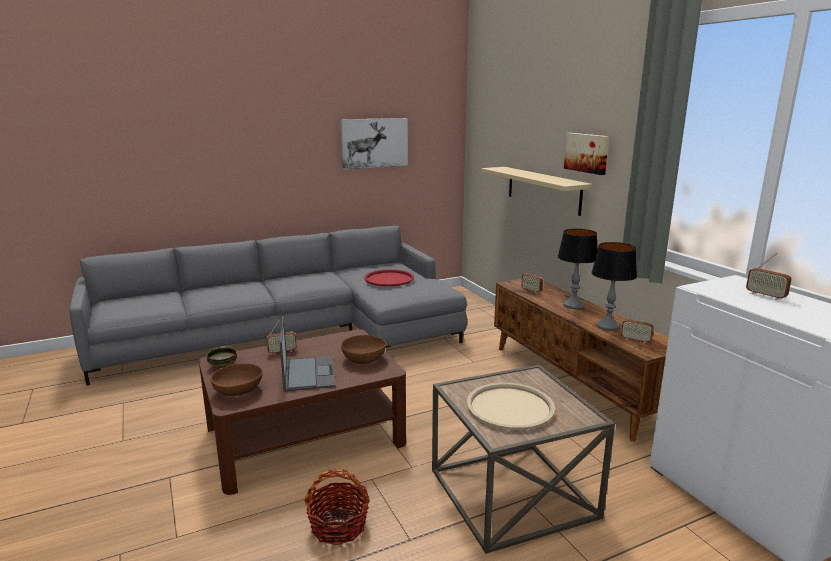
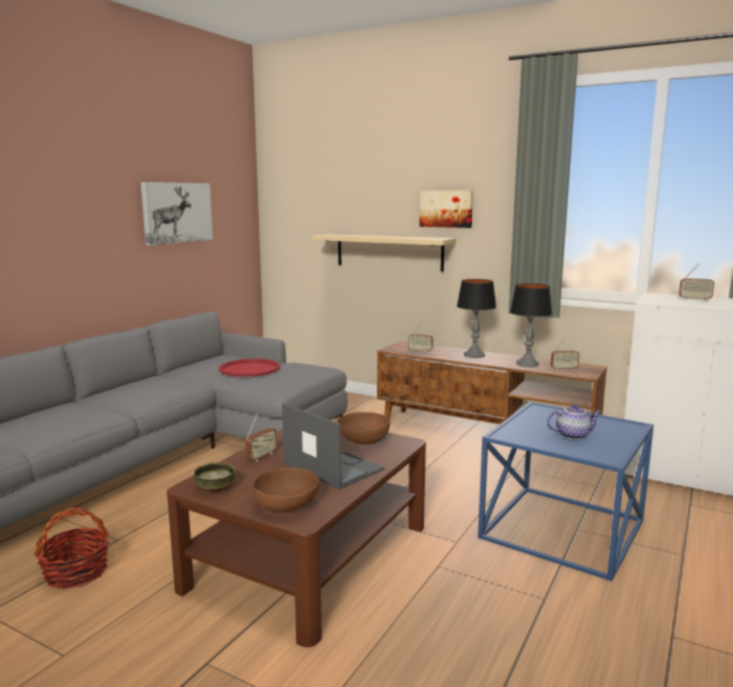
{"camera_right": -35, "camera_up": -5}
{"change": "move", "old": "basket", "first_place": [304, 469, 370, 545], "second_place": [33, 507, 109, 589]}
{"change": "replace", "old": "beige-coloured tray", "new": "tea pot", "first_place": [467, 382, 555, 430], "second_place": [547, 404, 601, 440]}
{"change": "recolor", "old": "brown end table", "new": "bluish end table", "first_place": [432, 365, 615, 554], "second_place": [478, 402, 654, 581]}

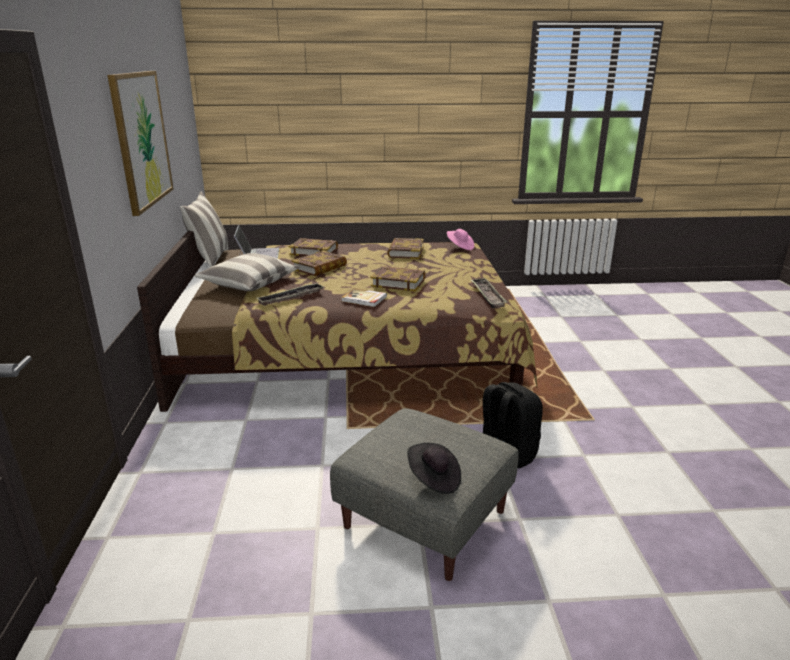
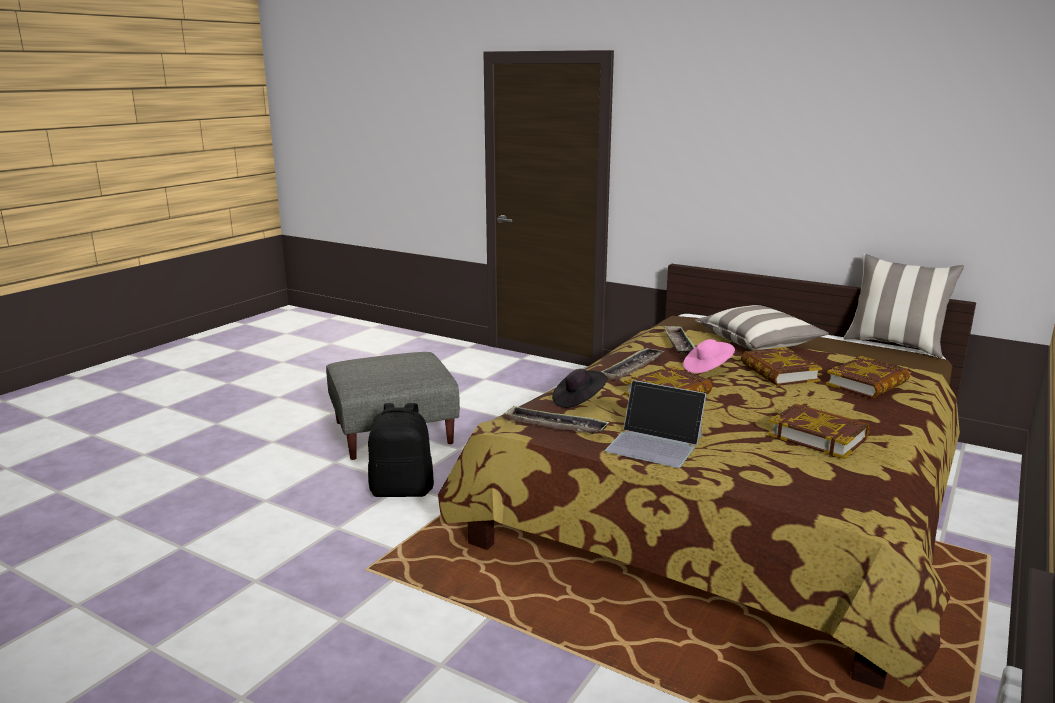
{"camera_right": 125, "camera_up": -5}
{"change": "delete", "old": "picture", "first_place": [107, 71, 174, 216]}
{"change": "move", "old": "portable computer", "first_place": [234, 225, 279, 259], "second_place": [605, 380, 706, 468]}
{"change": "move", "old": "black-coloured clothing hat", "first_place": [407, 443, 461, 494], "second_place": [552, 369, 607, 408]}
{"change": "move", "old": "pinkish clothing hat", "first_place": [447, 229, 474, 250], "second_place": [683, 339, 735, 373]}
{"change": "replace", "old": "volume", "new": "tray", "first_place": [341, 288, 387, 307], "second_place": [601, 348, 664, 381]}

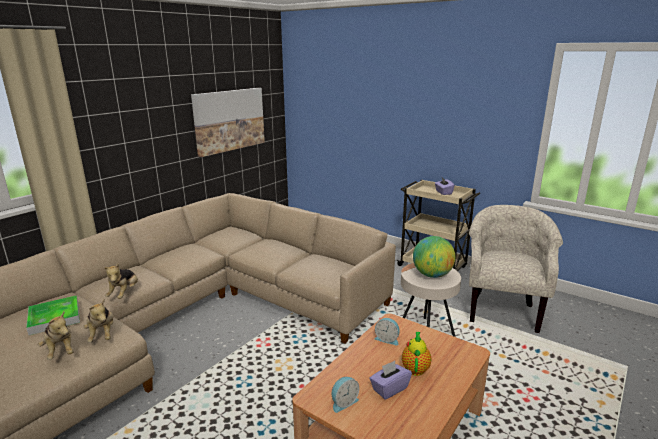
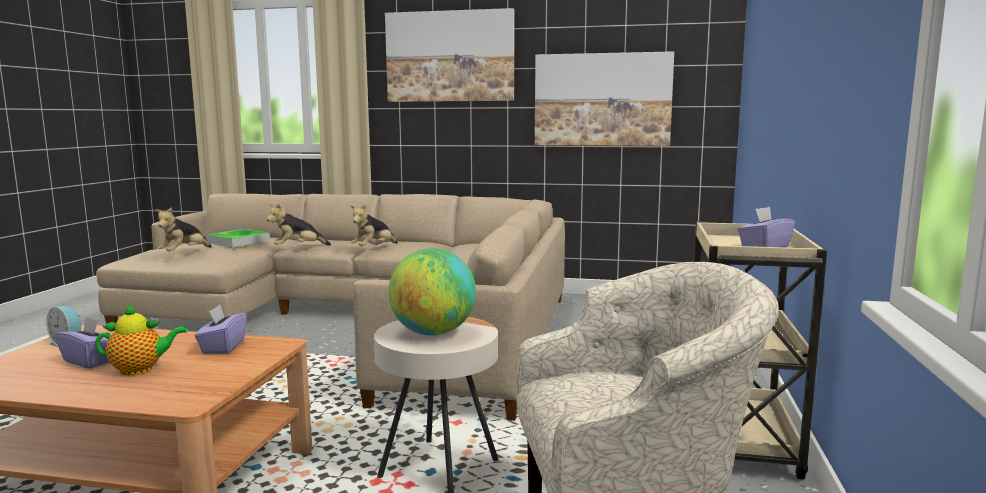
{"camera_right": 65, "camera_up": -10}
{"change": "insert", "new": "picture", "second_place": [385, 8, 514, 102]}
{"change": "move", "old": "plush toy", "first_place": [84, 299, 113, 342], "second_place": [350, 204, 398, 246]}
{"change": "replace", "old": "table clock", "new": "purple box of tissues", "first_place": [375, 318, 400, 345], "second_place": [195, 305, 247, 354]}

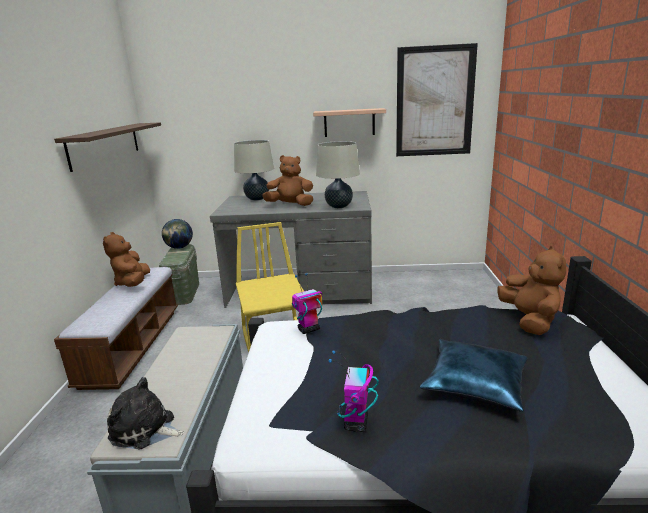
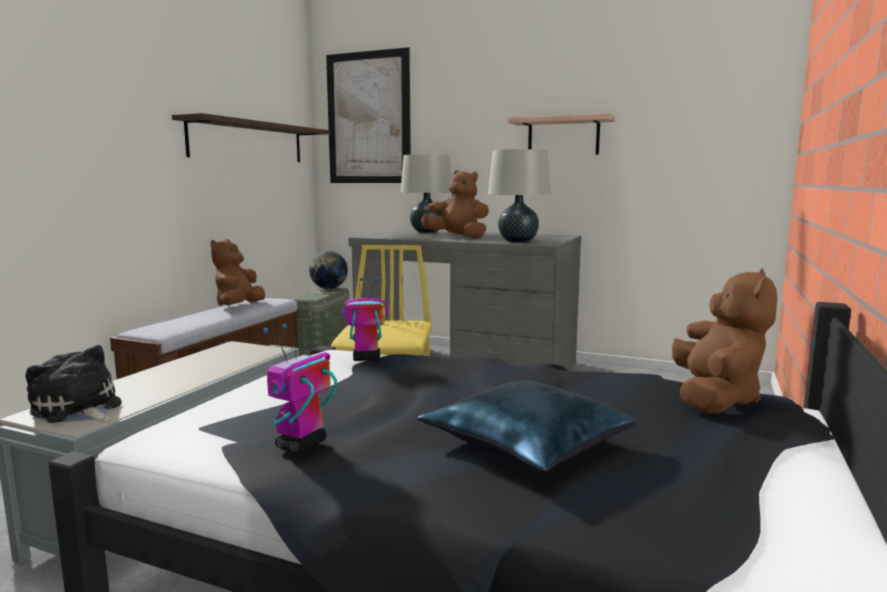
{"camera_right": 20, "camera_up": -10}
{"change": "move", "old": "picture", "first_place": [396, 43, 478, 156], "second_place": [326, 47, 411, 183]}

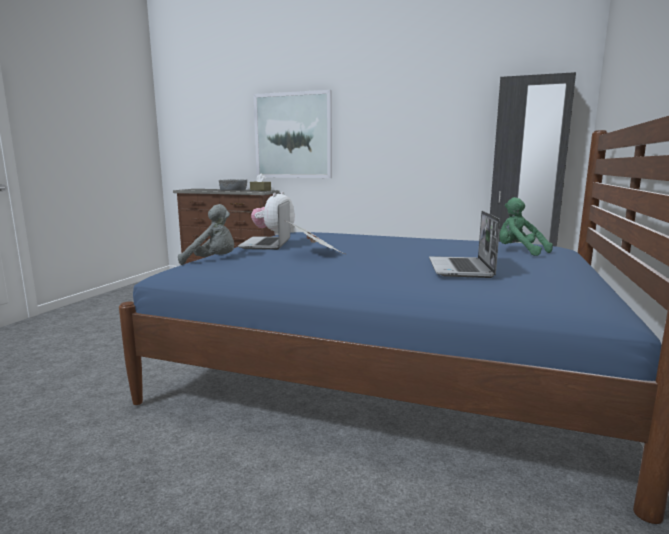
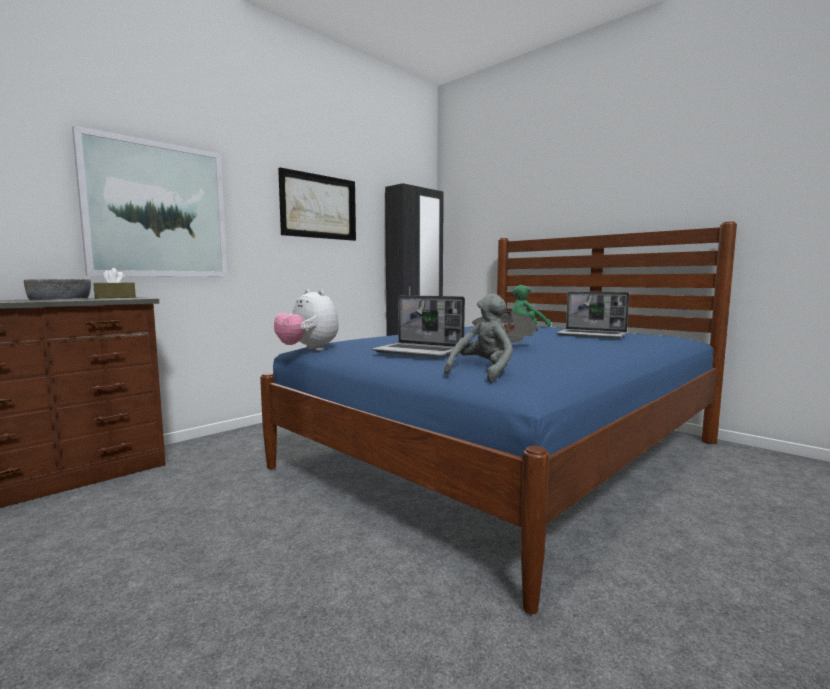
{"camera_right": -65, "camera_up": -5}
{"change": "insert", "new": "picture", "second_place": [278, 168, 356, 241]}

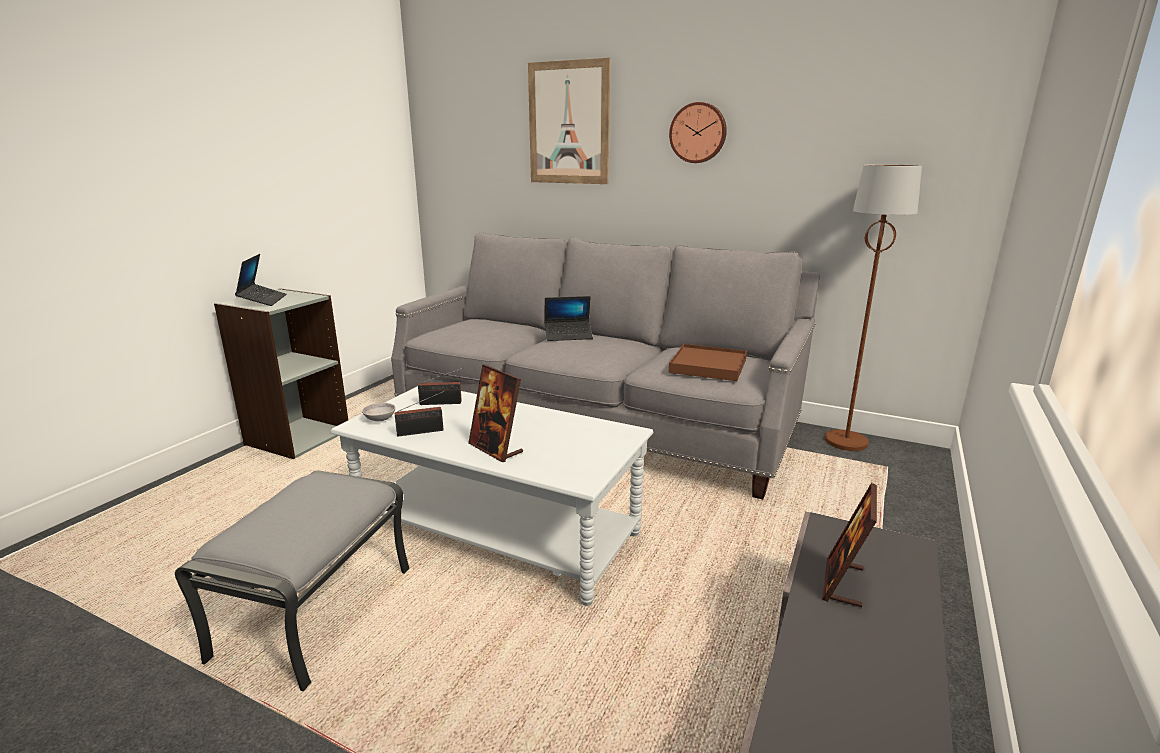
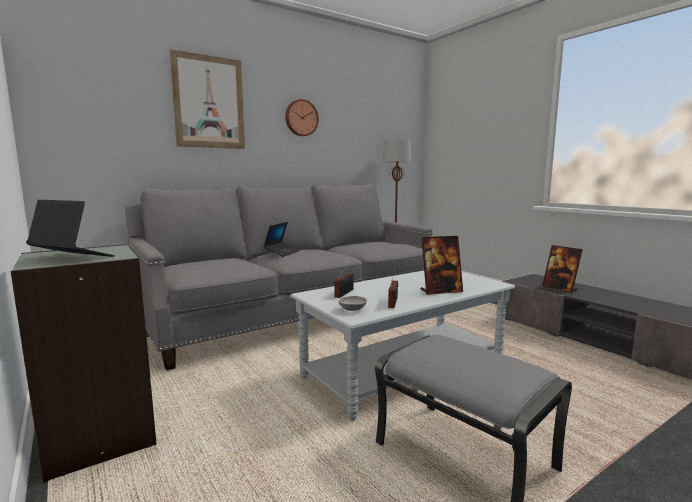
{"camera_right": -60, "camera_up": -10}
{"change": "delete", "old": "brown tray", "first_place": [669, 344, 747, 381]}

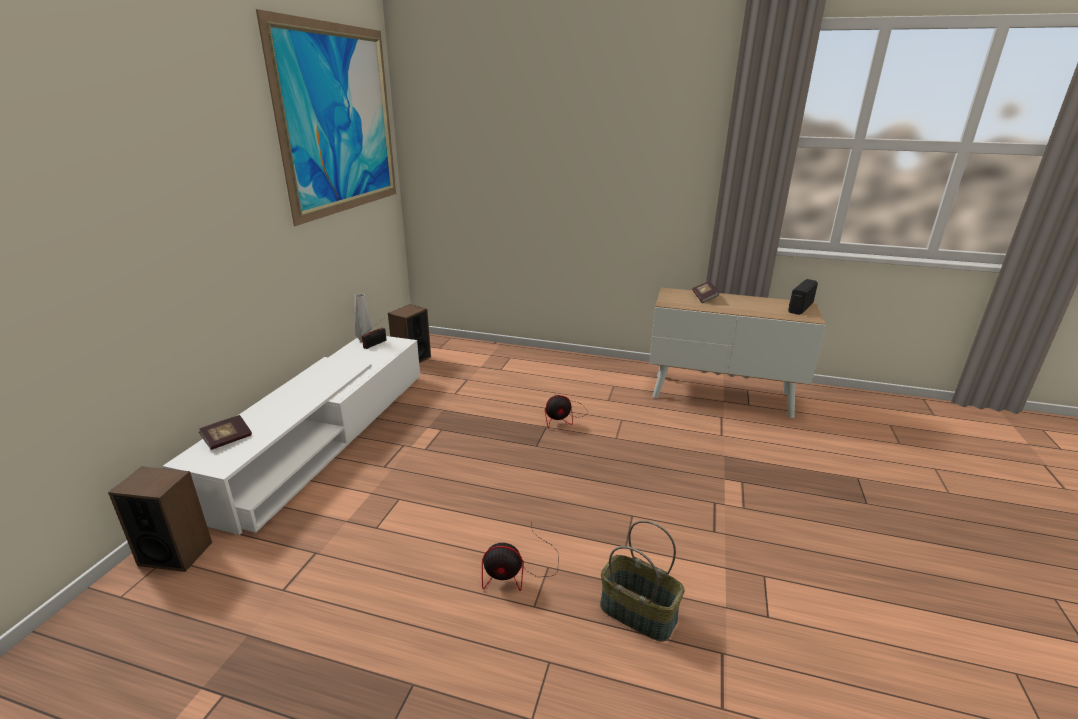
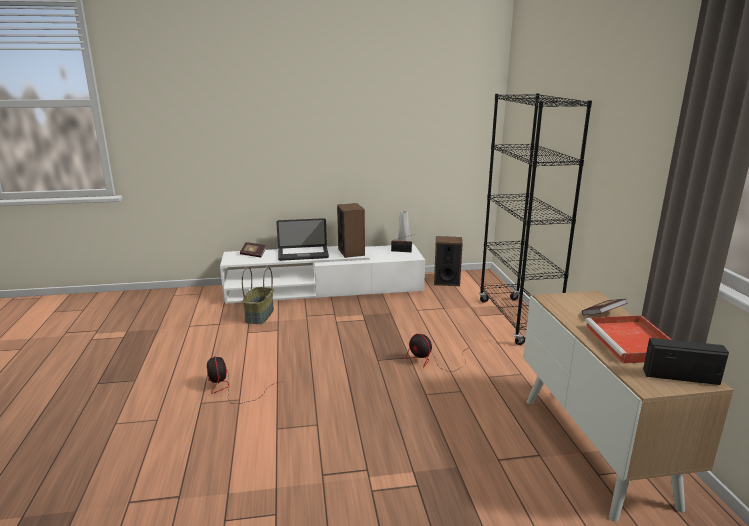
{"camera_right": 65, "camera_up": -5}
{"change": "delete", "old": "picture", "first_place": [256, 9, 396, 226]}
{"change": "insert", "new": "portable computer", "second_place": [276, 218, 329, 261]}
{"change": "insert", "new": "black-coloured bookcase", "second_place": [479, 93, 592, 345]}
{"change": "insert", "new": "red-coloured tray", "second_place": [585, 315, 672, 364]}
{"change": "move", "old": "loudspeaker", "first_place": [108, 466, 212, 572], "second_place": [337, 203, 365, 258]}
{"change": "move", "old": "basket", "first_place": [600, 520, 685, 642], "second_place": [242, 266, 274, 324]}

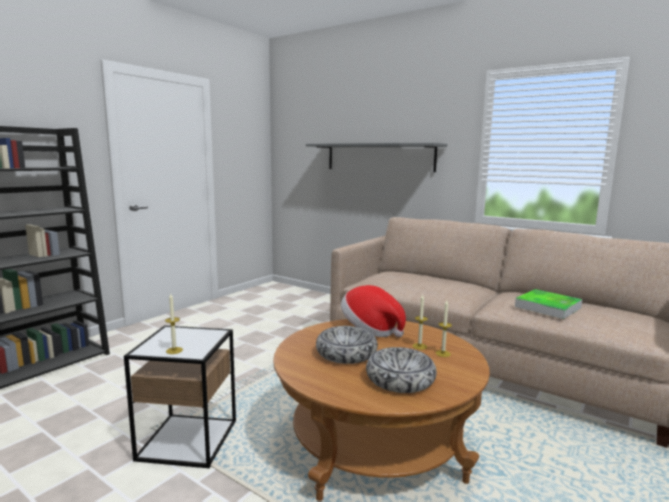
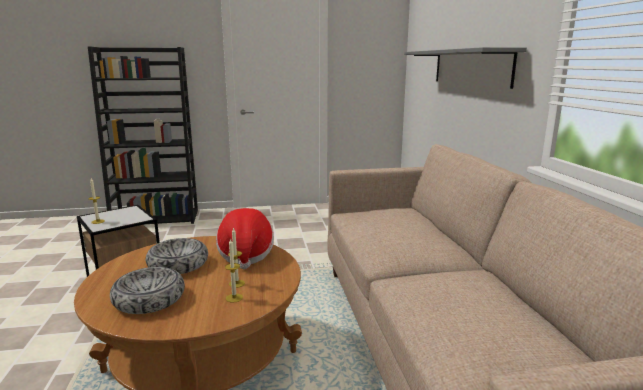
{"camera_right": 45, "camera_up": 5}
{"change": "delete", "old": "tray", "first_place": [515, 289, 582, 319]}

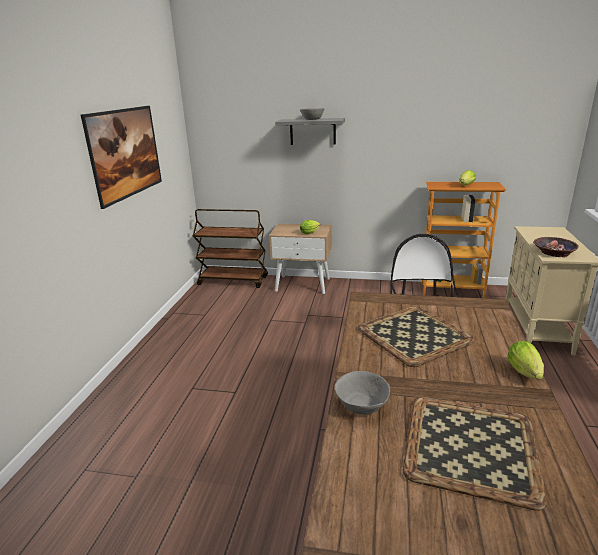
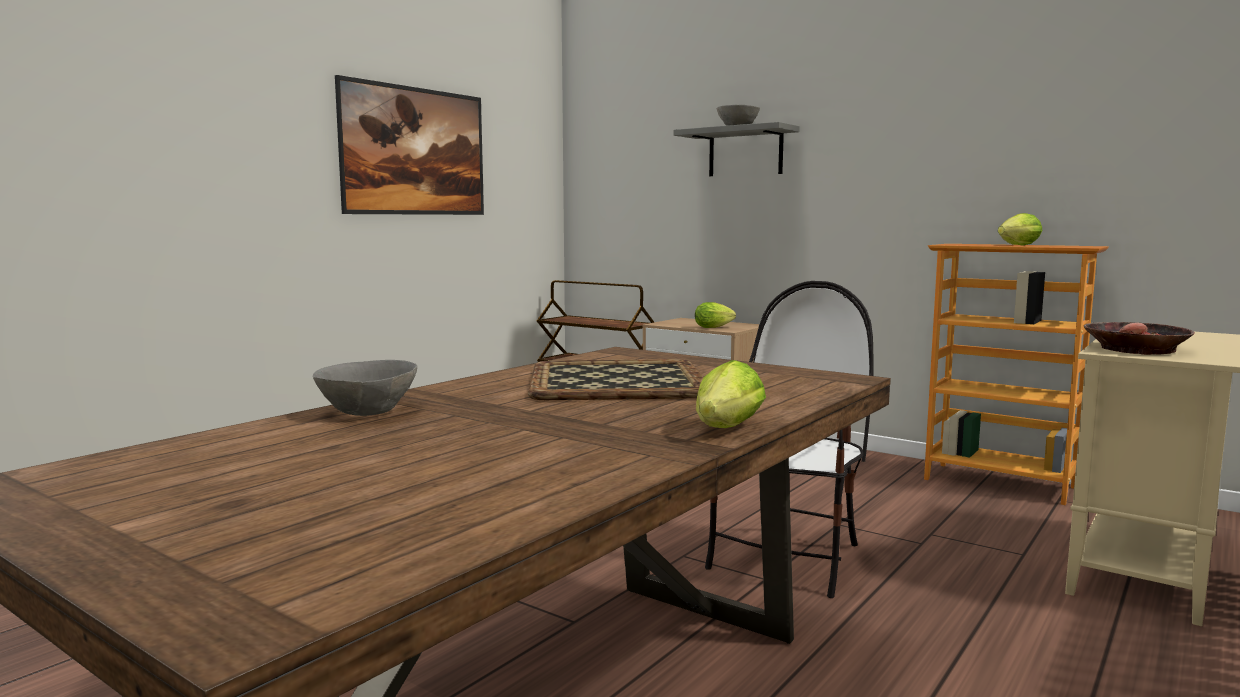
{"camera_right": 25, "camera_up": -15}
{"change": "delete", "old": "tray", "first_place": [403, 397, 547, 511]}

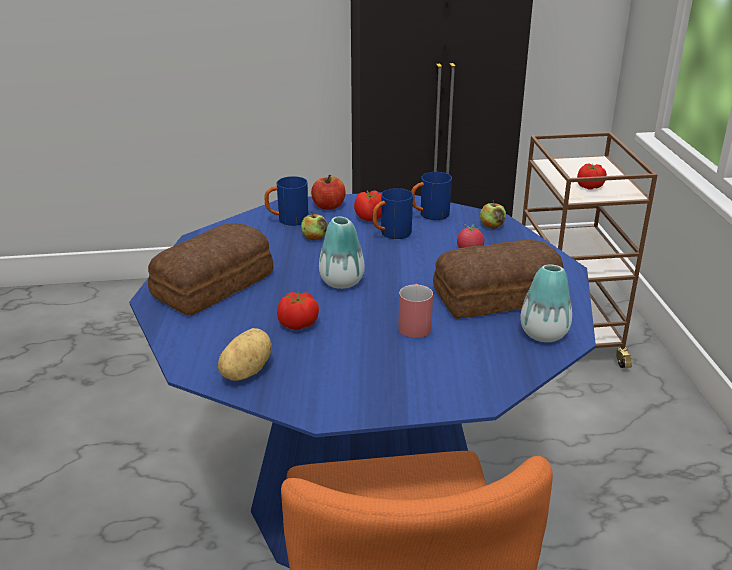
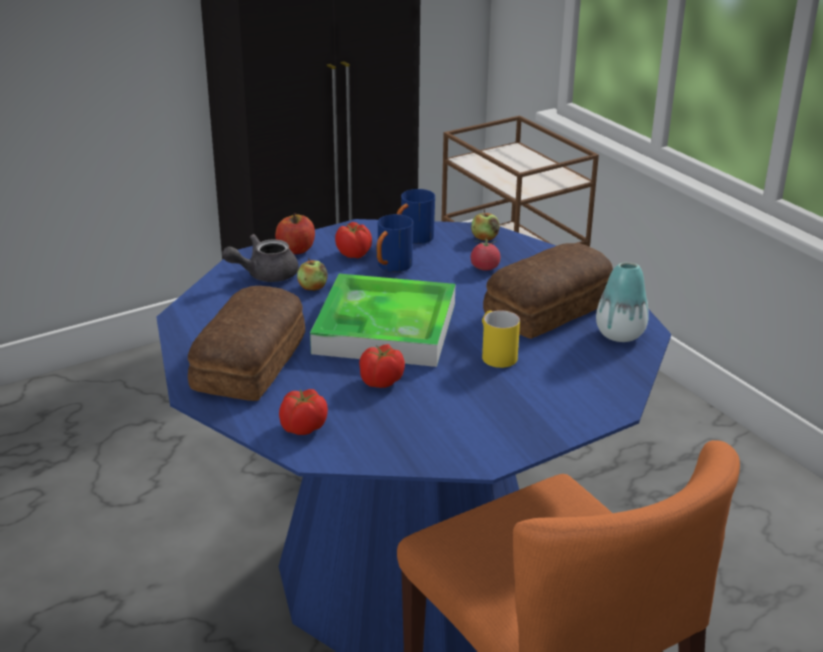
{"camera_right": -25, "camera_up": 0}
{"change": "delete", "old": "whole potato", "first_place": [218, 328, 272, 381]}
{"change": "move", "old": "tomato", "first_place": [577, 163, 607, 190], "second_place": [279, 389, 328, 435]}
{"change": "replace", "old": "bluish tea mug", "new": "grey tea pot", "first_place": [264, 176, 308, 226], "second_place": [222, 234, 299, 282]}
{"change": "replace", "old": "flower vase", "new": "tray", "first_place": [319, 217, 364, 289], "second_place": [310, 274, 455, 367]}
{"change": "recolor", "old": "red-coloured tea mug", "new": "yellow tea mug", "first_place": [398, 284, 433, 338], "second_place": [482, 310, 520, 368]}

